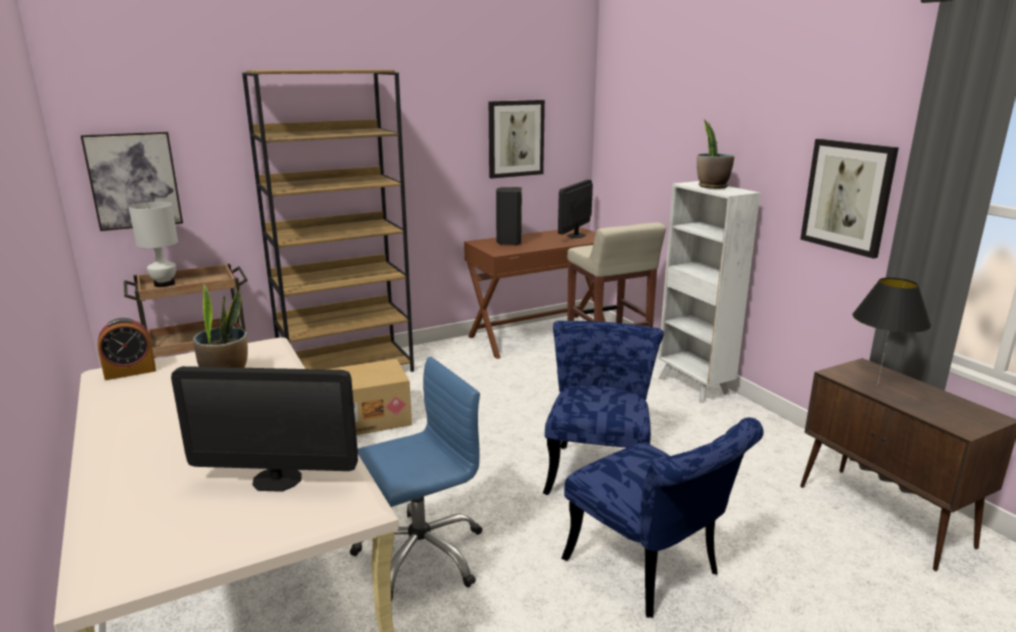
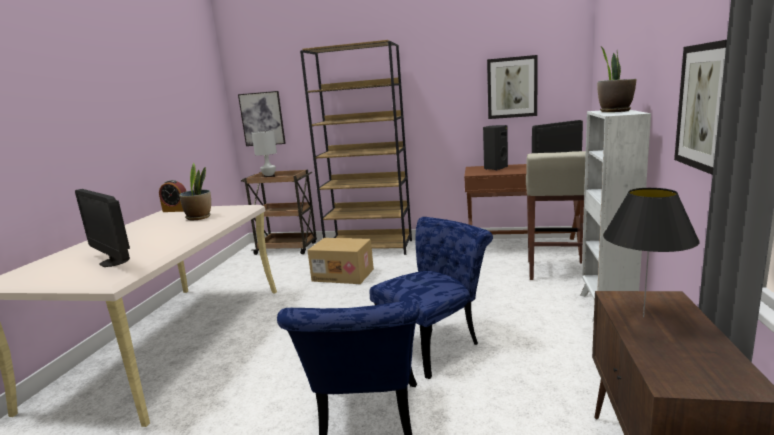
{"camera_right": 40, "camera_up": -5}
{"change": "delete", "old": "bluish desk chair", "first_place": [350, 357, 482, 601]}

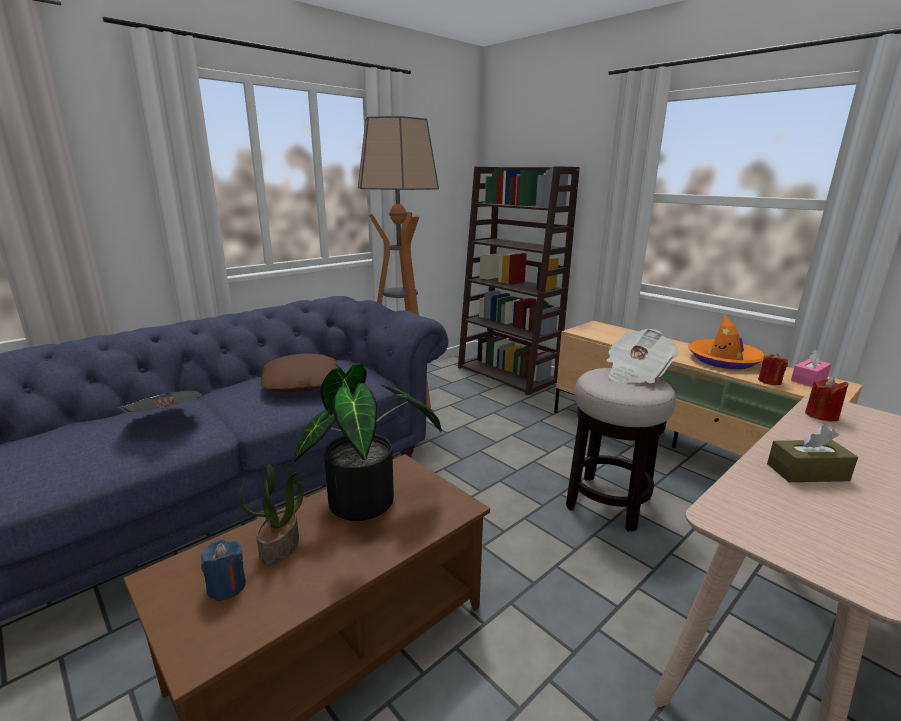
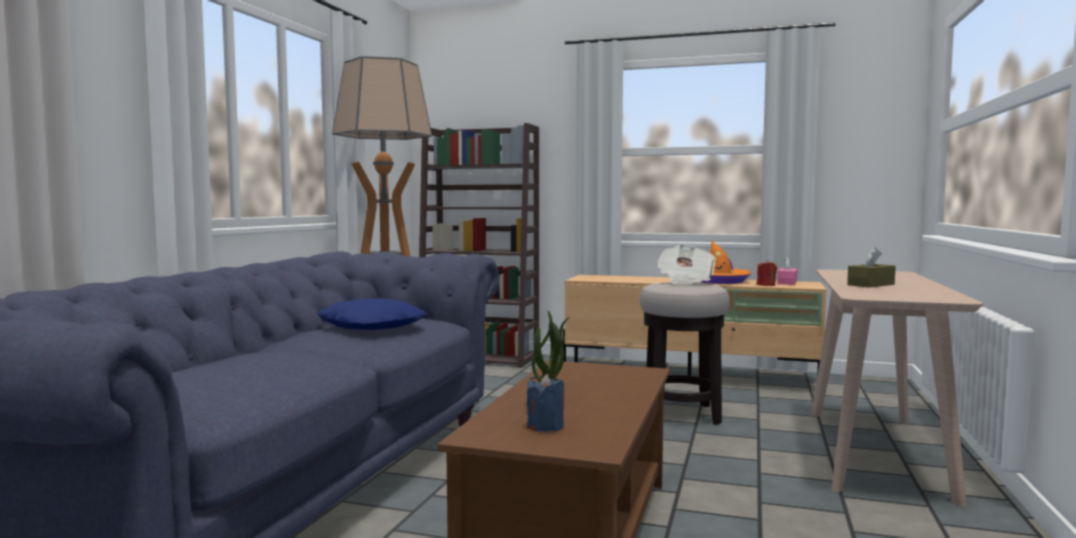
{"camera_right": -30, "camera_up": -15}
{"change": "delete", "old": "newspaper", "first_place": [119, 391, 204, 413]}
{"change": "delete", "old": "plant in a pot", "first_place": [294, 363, 442, 521]}
{"change": "delete", "old": "red-coloured candle", "first_place": [805, 377, 848, 422]}
{"change": "recolor", "old": "brown pillow", "new": "bluish pillow", "first_place": [261, 353, 338, 392], "second_place": [317, 299, 426, 330]}

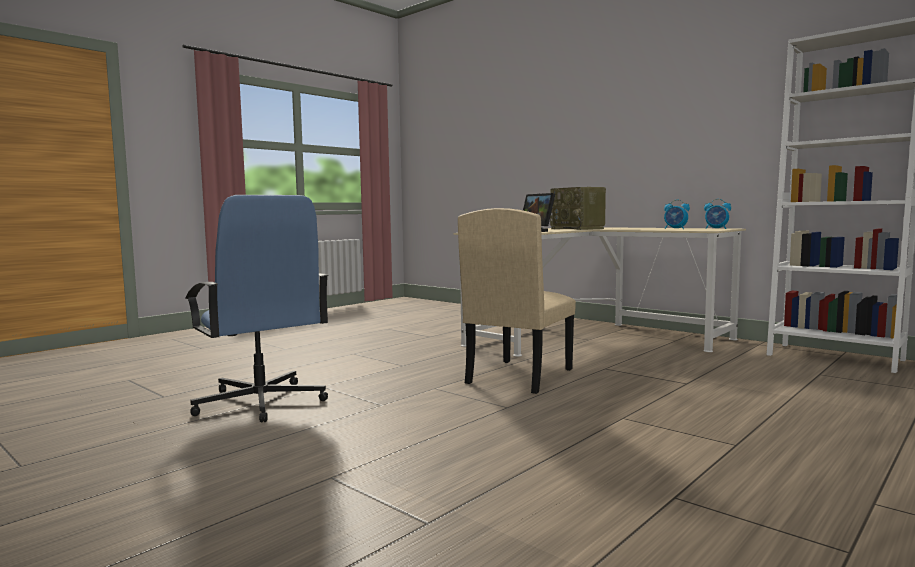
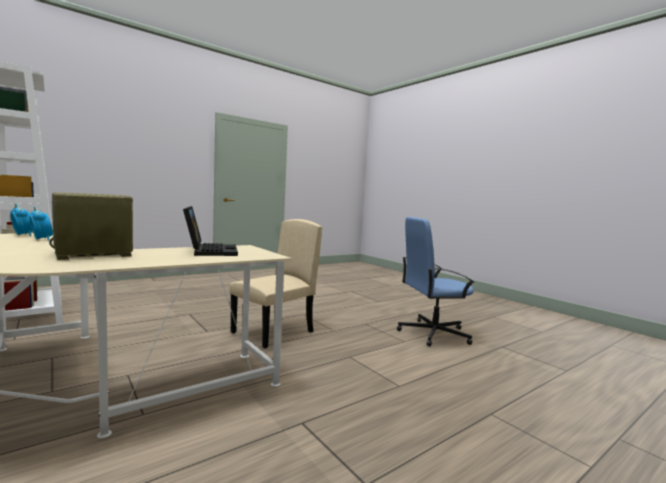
{"camera_right": -170, "camera_up": 0}
{"change": "rotate", "old": "bluish desk chair", "first_place": [185, 195, 329, 422], "second_place": [397, 217, 475, 346], "degrees": -75}
{"change": "rotate", "old": "radio receiver", "first_place": [550, 187, 606, 230], "second_place": [49, 192, 133, 260], "degrees": -105}

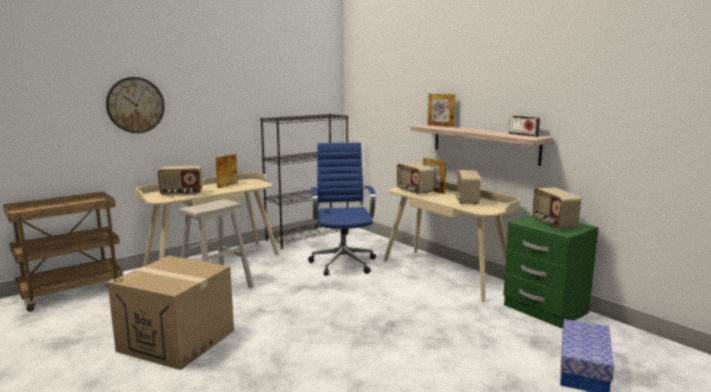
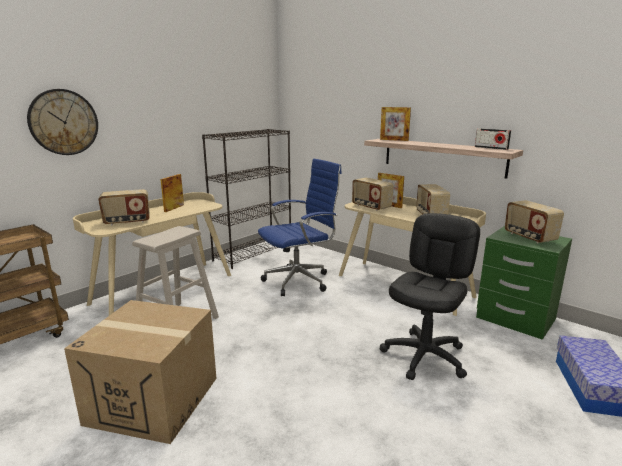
{"camera_right": -10, "camera_up": 5}
{"change": "insert", "new": "black-coloured desk chair", "second_place": [380, 213, 480, 380]}
{"change": "rotate", "old": "bluish desk chair", "first_place": [308, 142, 376, 276], "second_place": [258, 159, 342, 296], "degrees": 75}

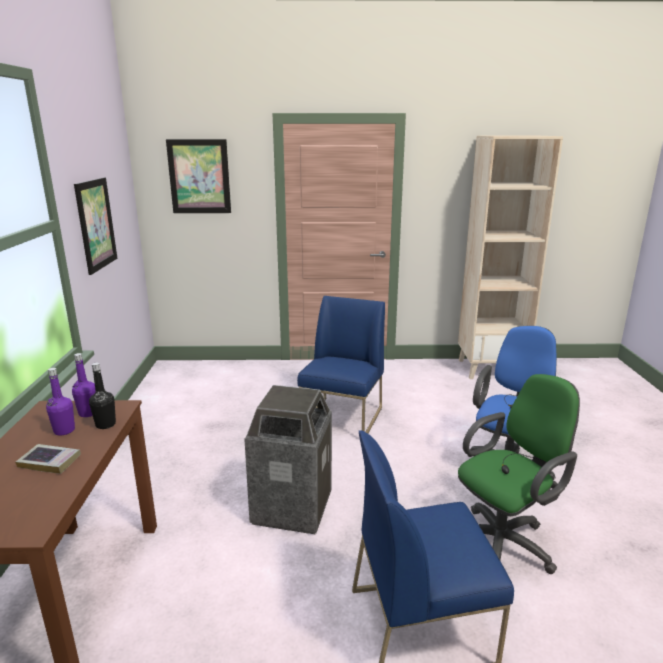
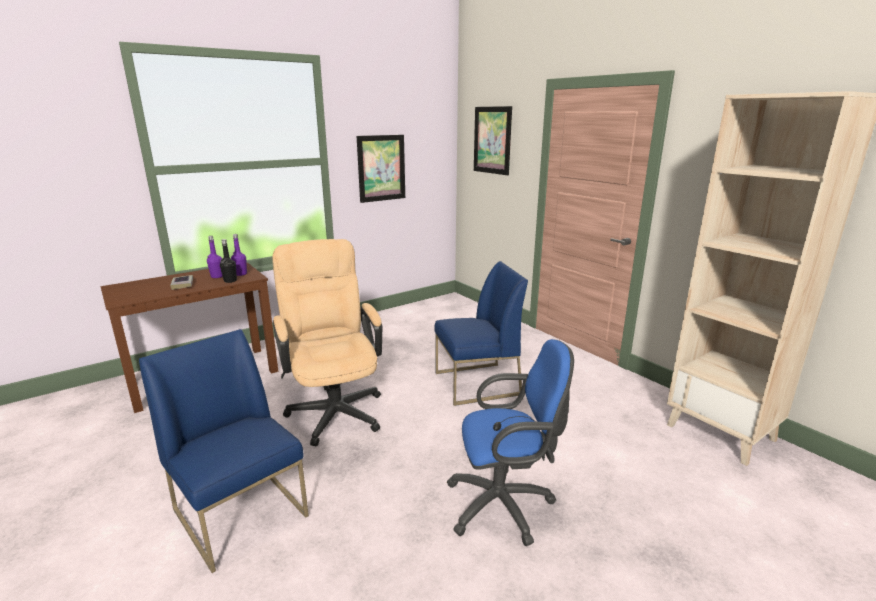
{"camera_right": 55, "camera_up": 0}
{"change": "delete", "old": "green desk chair", "first_place": [458, 374, 580, 574]}
{"change": "replace", "old": "waste bin", "new": "beige-coloured desk chair", "first_place": [244, 385, 332, 534], "second_place": [272, 239, 382, 446]}

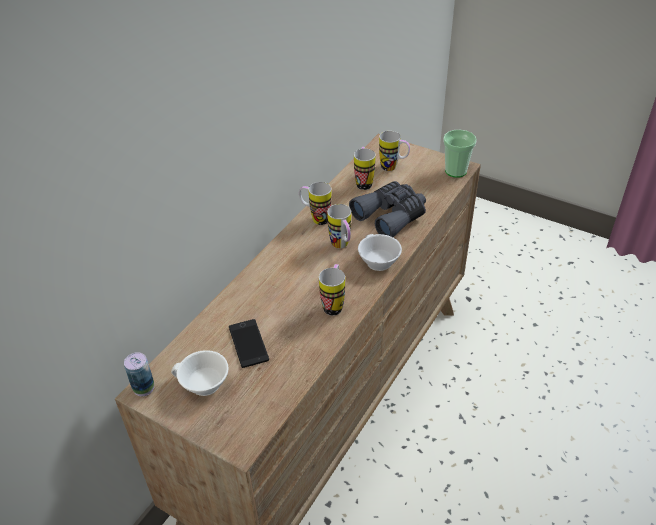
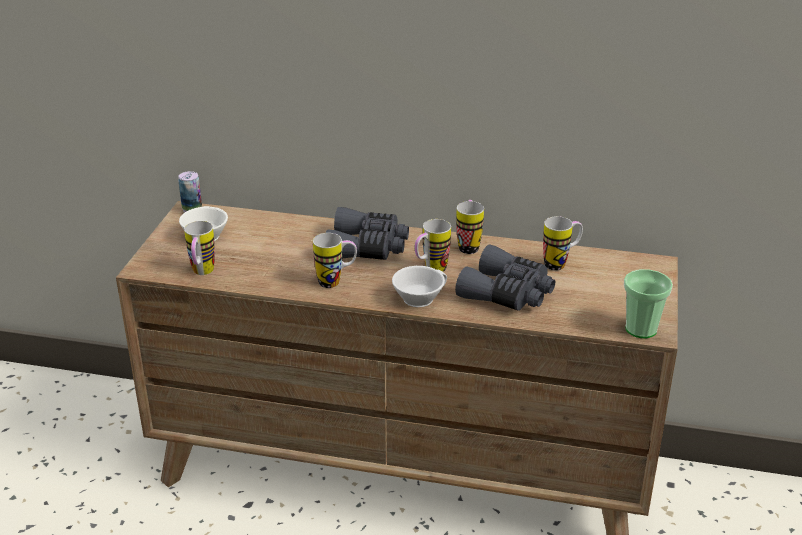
{"camera_right": 70, "camera_up": -10}
{"change": "delete", "old": "phone", "first_place": [229, 319, 269, 368]}
{"change": "insert", "new": "grey field glasses", "second_place": [326, 207, 409, 260]}
{"change": "move", "old": "tea mug", "first_place": [379, 131, 410, 171], "second_place": [184, 221, 215, 275]}

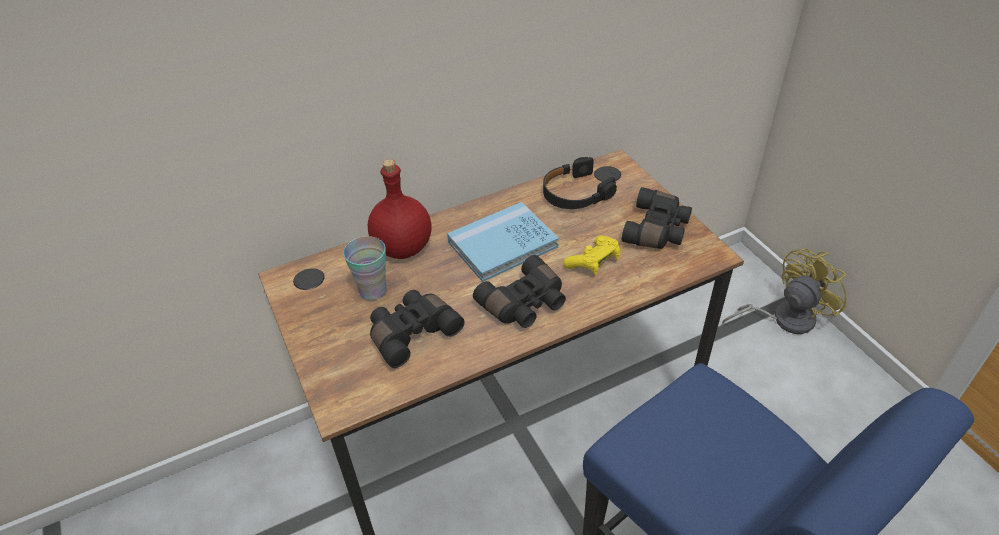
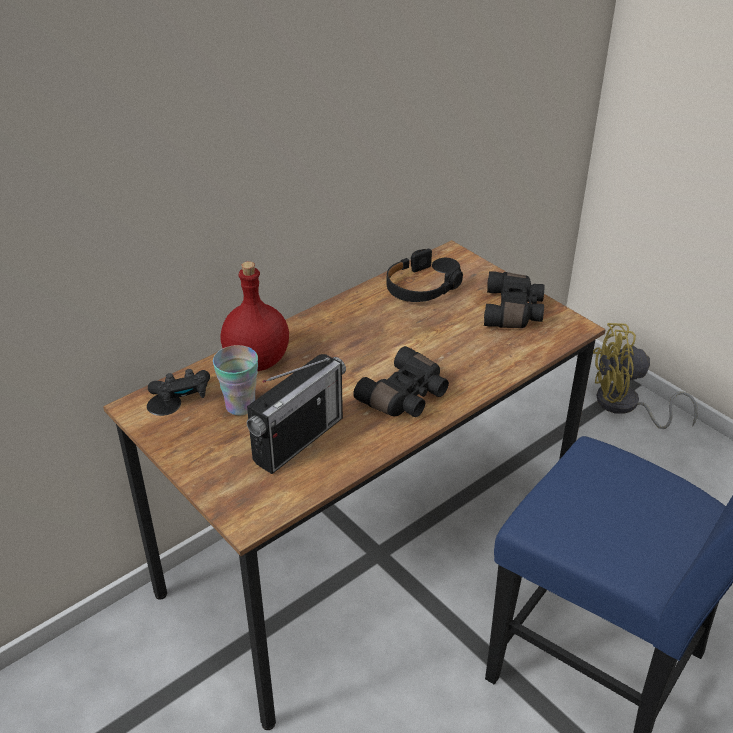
{"camera_right": -15, "camera_up": -5}
{"change": "delete", "old": "bluish volume", "first_place": [447, 202, 559, 282]}
{"change": "delete", "old": "yellow gamepad", "first_place": [563, 236, 621, 275]}
{"change": "insert", "new": "black-coloured gamepad", "second_place": [148, 369, 210, 406]}
{"change": "replace", "old": "black-coloured field glasses", "new": "radio receiver", "first_place": [370, 290, 465, 368], "second_place": [247, 354, 346, 474]}
{"change": "rotate", "old": "yellow electric fan", "first_place": [722, 248, 847, 334], "second_place": [593, 323, 698, 429], "degrees": -135}

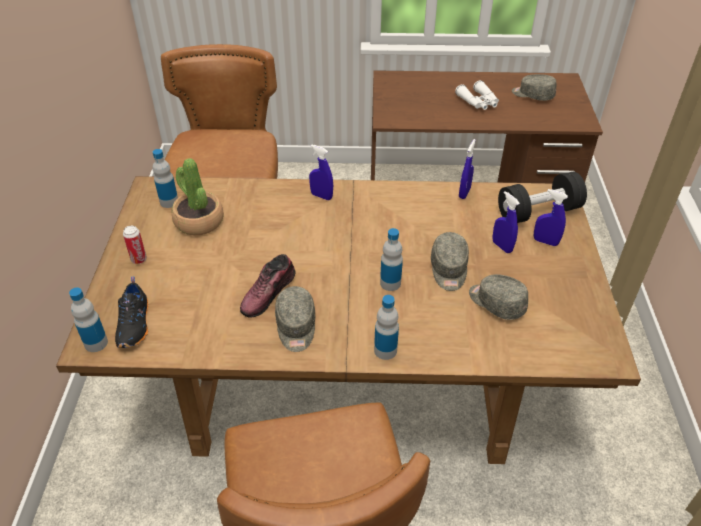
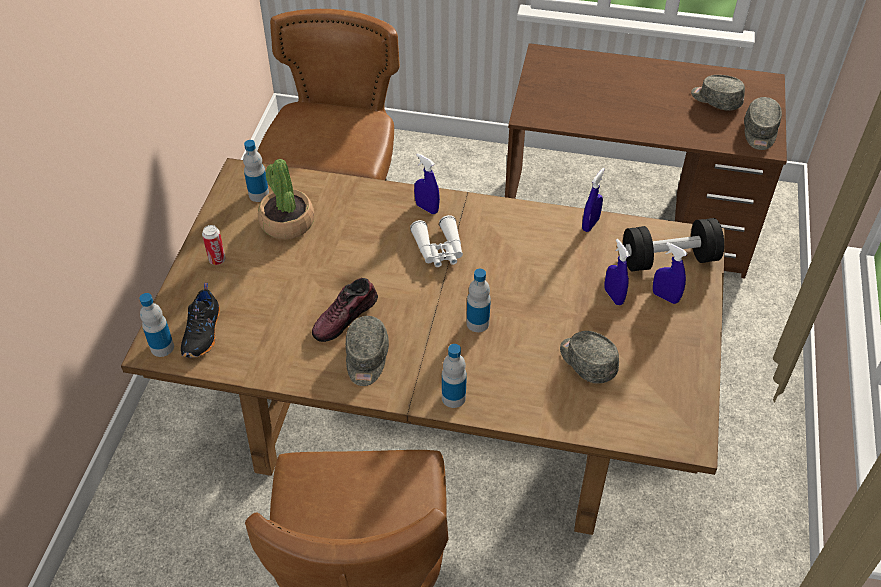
{"camera_right": 10, "camera_up": 5}
{"change": "move", "old": "grey peaked cap", "first_place": [431, 232, 469, 291], "second_place": [744, 97, 782, 150]}
{"change": "move", "old": "whitish field glasses", "first_place": [455, 80, 499, 110], "second_place": [410, 215, 463, 267]}

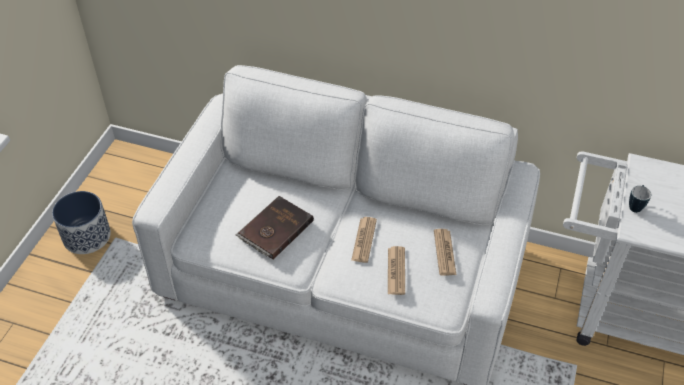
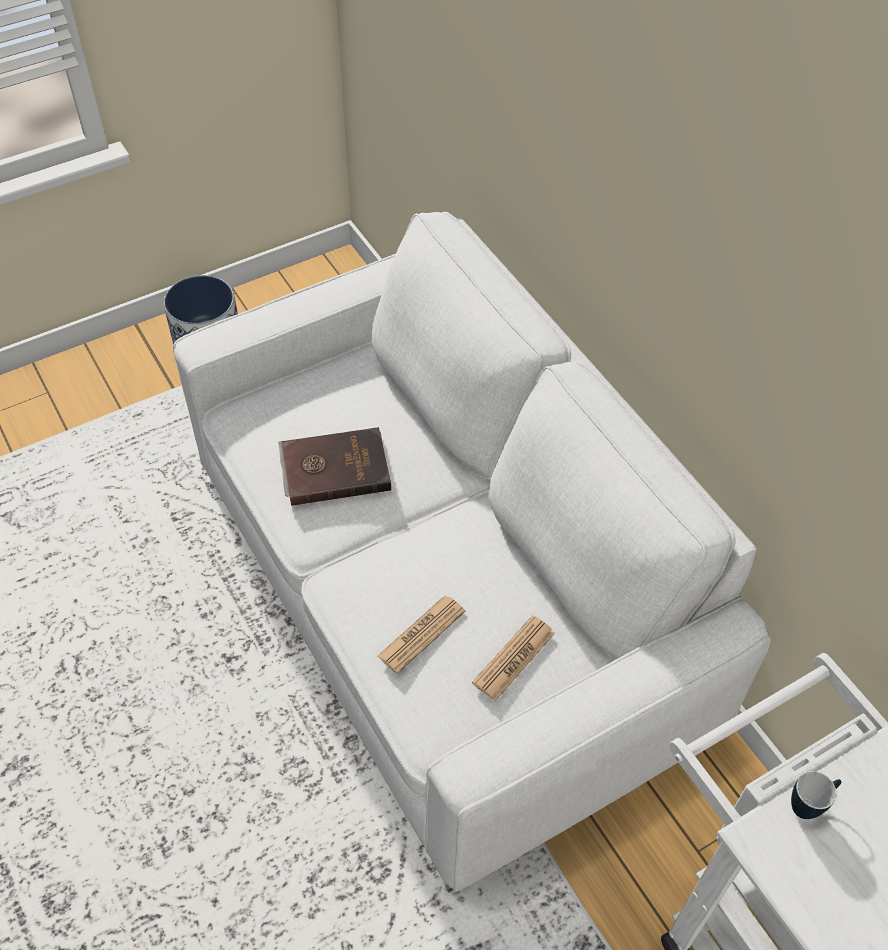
{"camera_right": 40, "camera_up": 5}
{"change": "delete", "old": "newspaper", "first_place": [351, 217, 377, 263]}

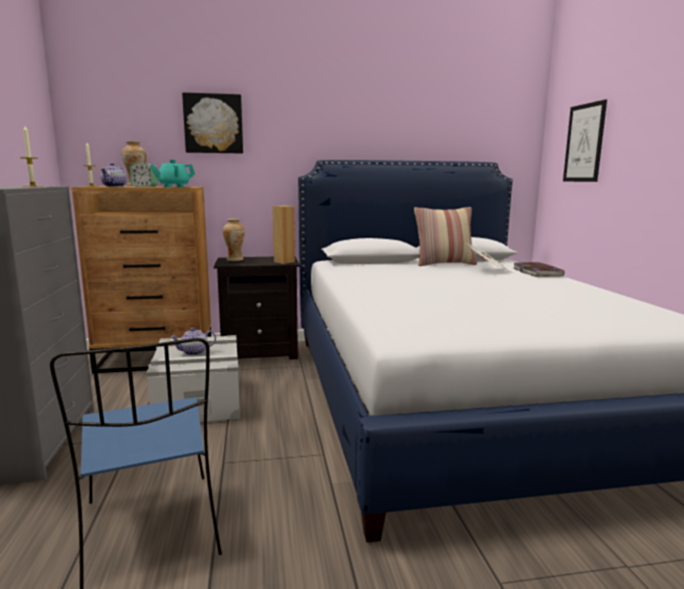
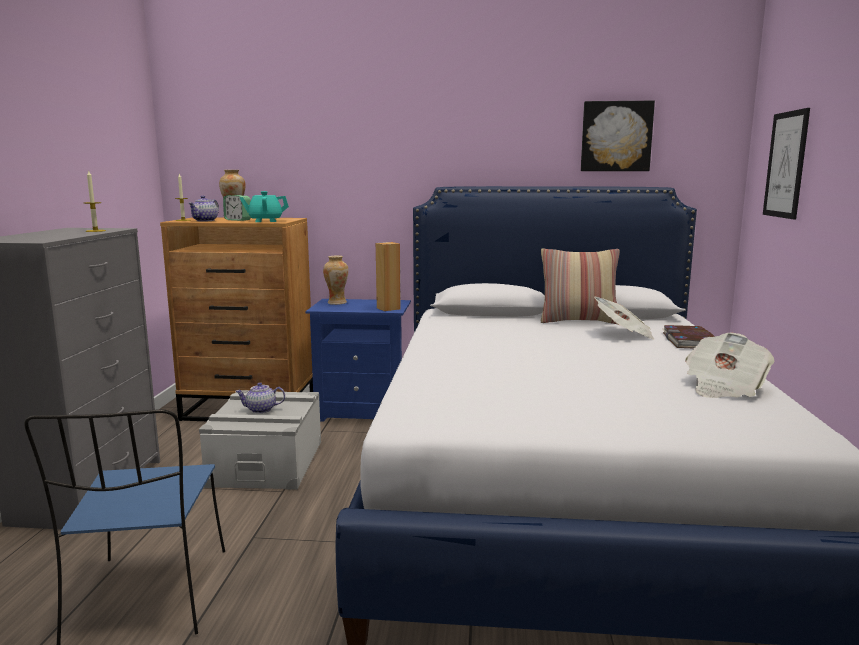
{"camera_right": 15, "camera_up": 0}
{"change": "insert", "new": "newspaper", "second_place": [685, 333, 775, 398]}
{"change": "move", "old": "picture", "first_place": [182, 92, 243, 153], "second_place": [581, 101, 655, 171]}
{"change": "recolor", "old": "black-coloured nightstand", "new": "bluish nightstand", "first_place": [214, 256, 300, 360], "second_place": [306, 299, 411, 422]}

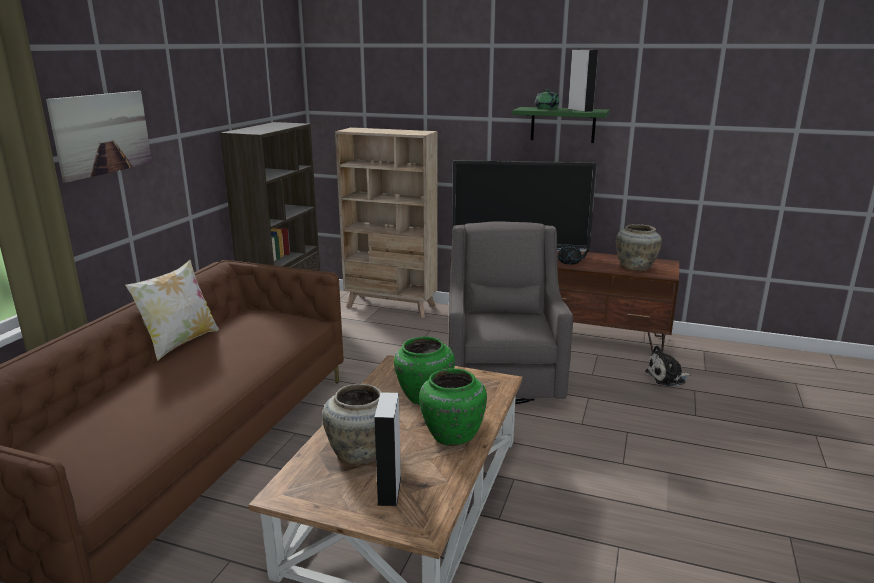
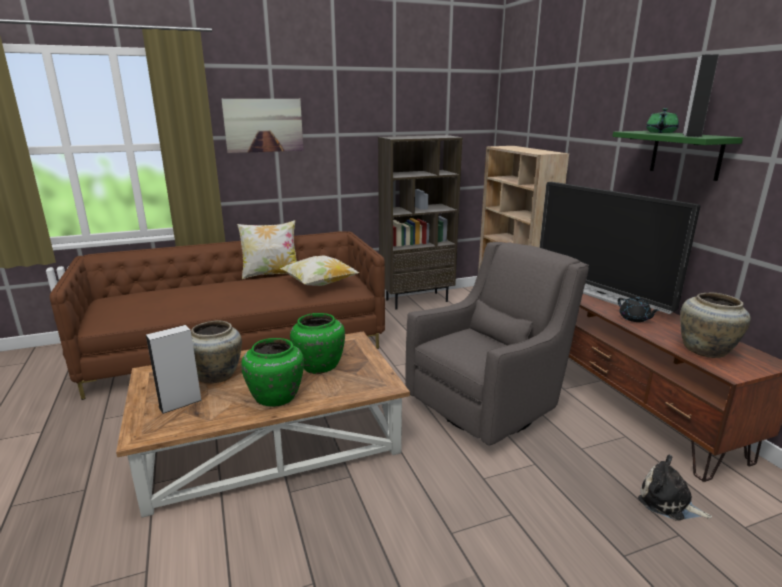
{"camera_right": 50, "camera_up": 0}
{"change": "insert", "new": "pillow", "second_place": [280, 255, 359, 286]}

